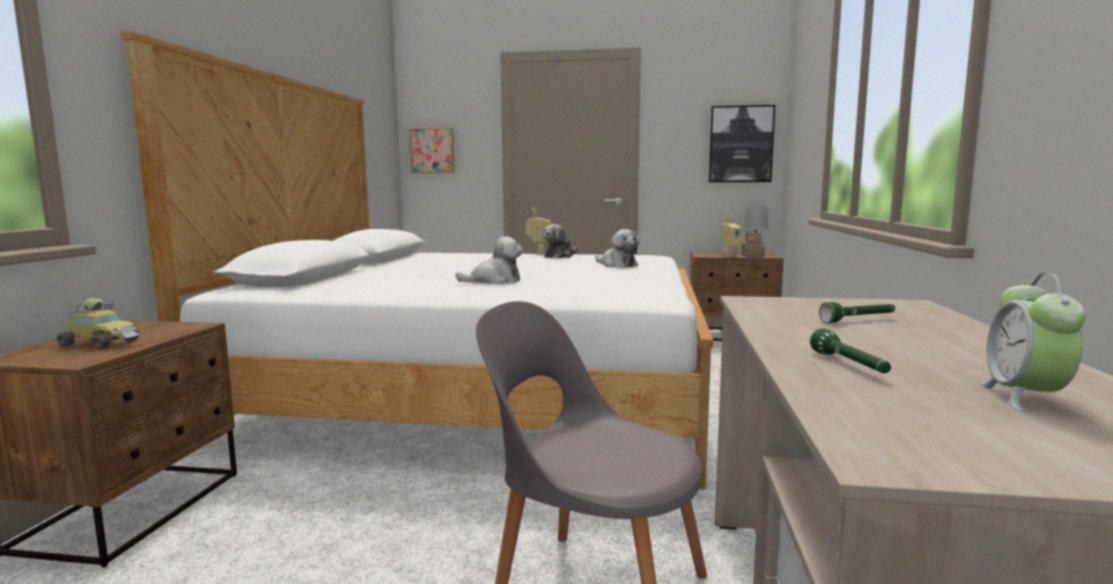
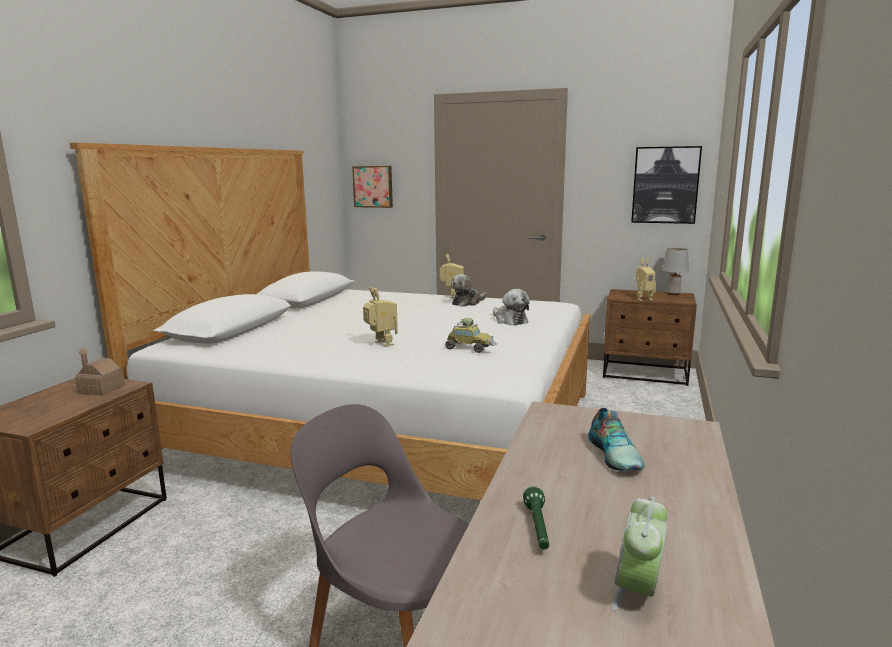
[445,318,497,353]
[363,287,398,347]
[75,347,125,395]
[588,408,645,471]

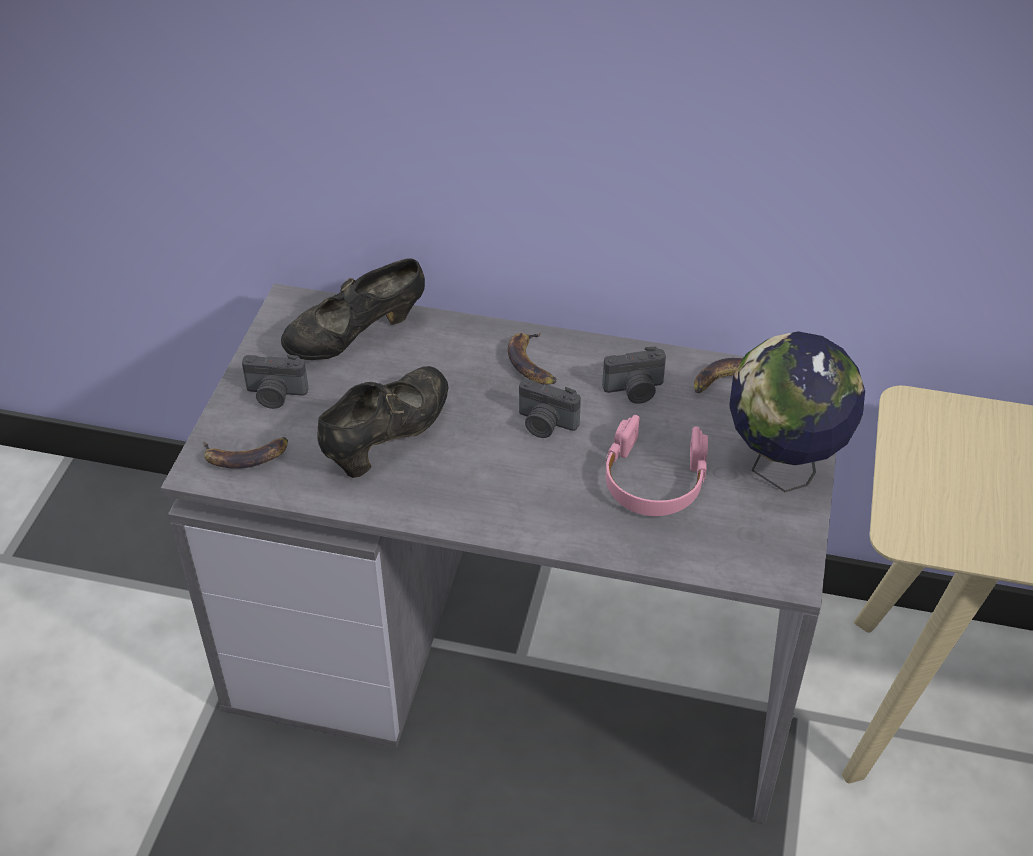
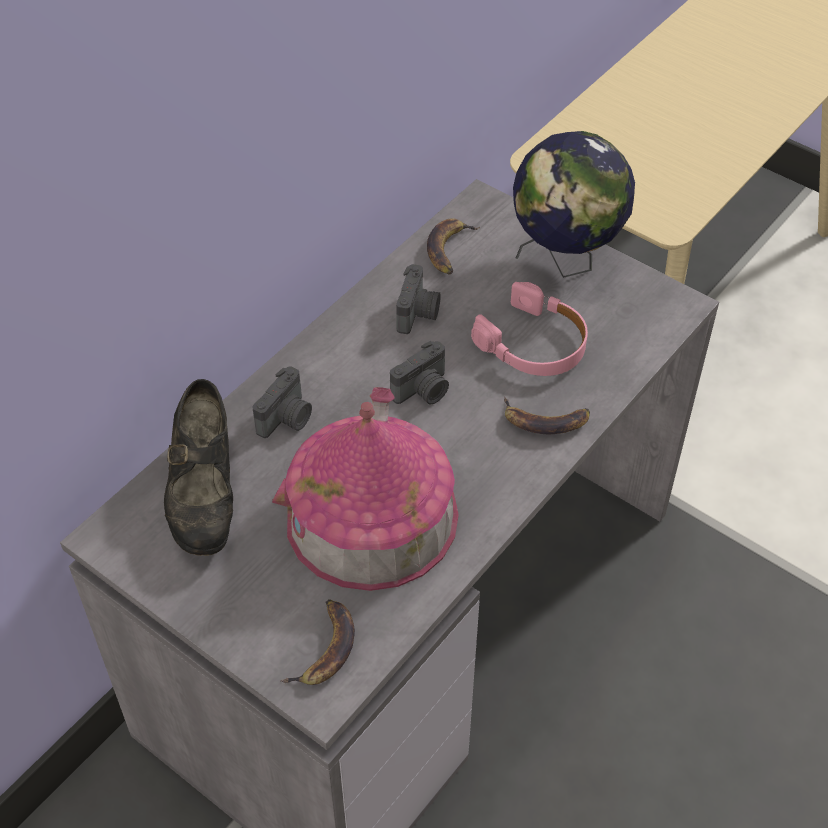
[252,366,312,438]
[272,387,459,591]
[504,397,590,434]

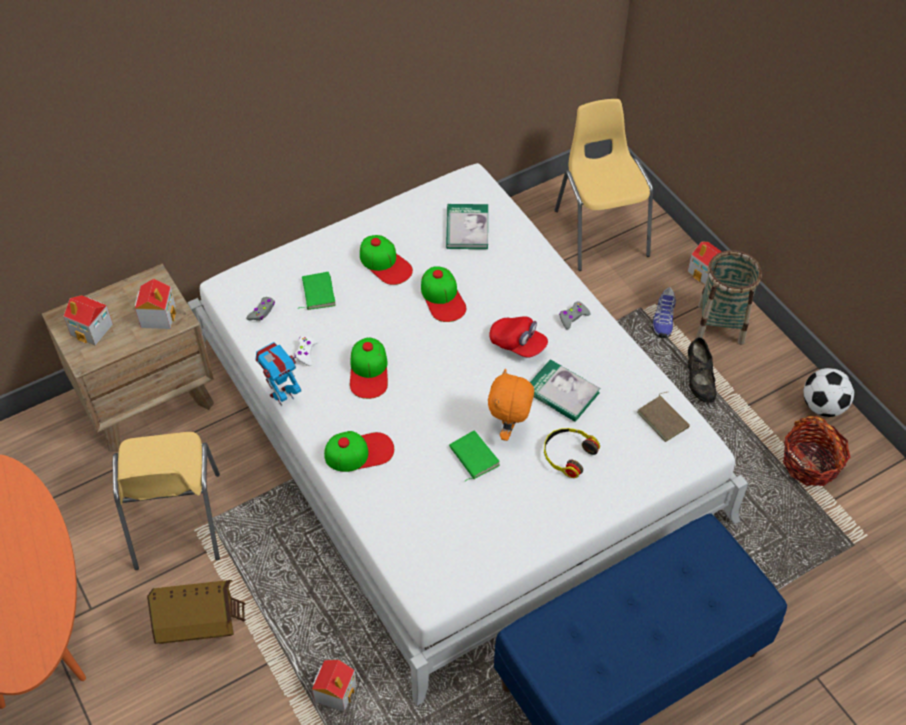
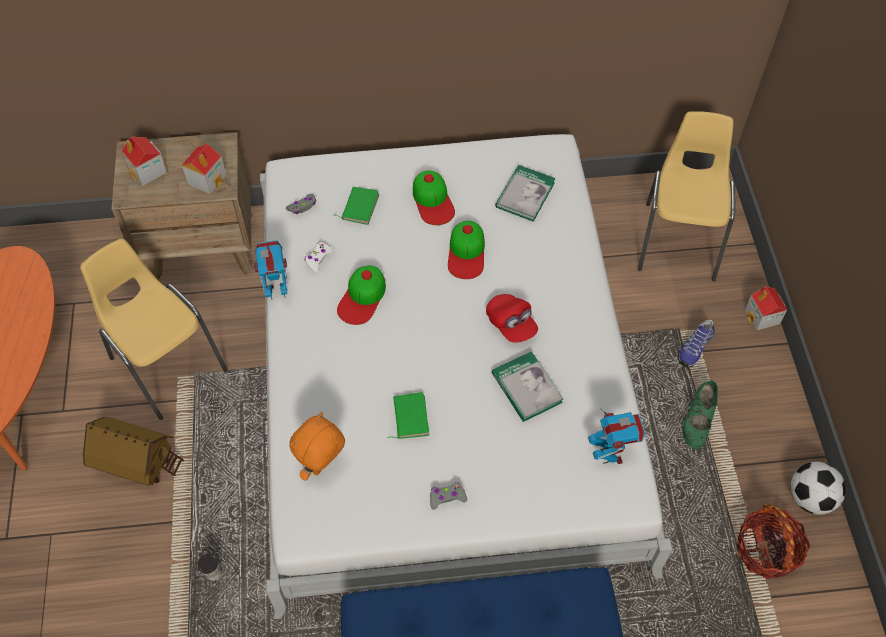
[80,238,228,420]
[198,554,221,581]
[324,431,394,472] (first image)
[289,412,345,481]
[544,428,600,478] (first image)
[430,482,467,510]
[588,409,645,464]
[683,381,718,449]
[696,250,762,345] (first image)

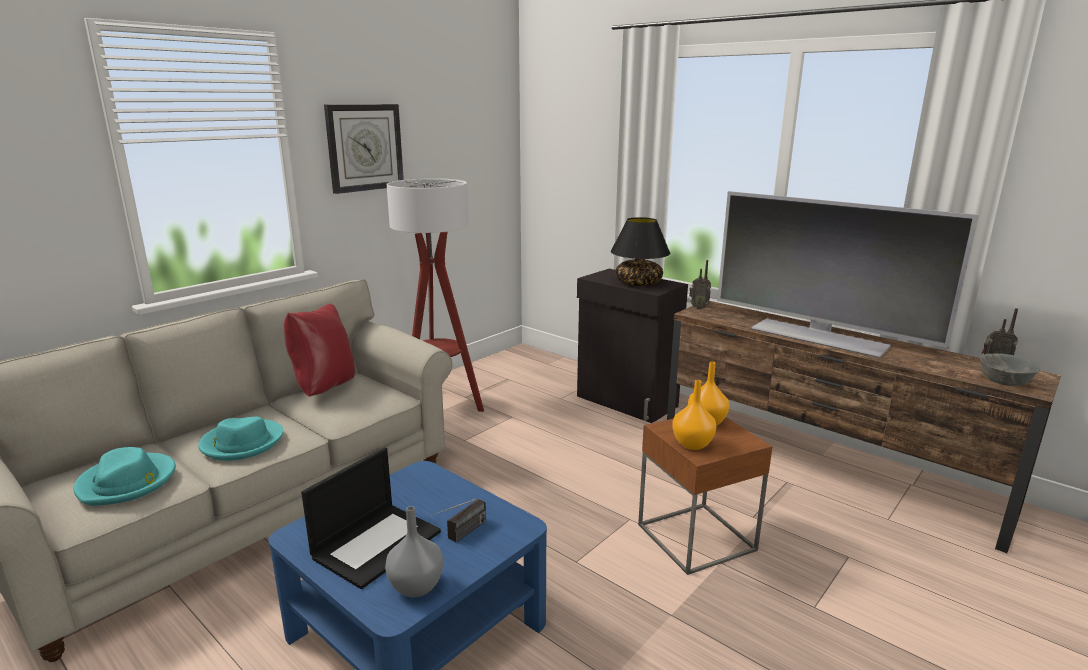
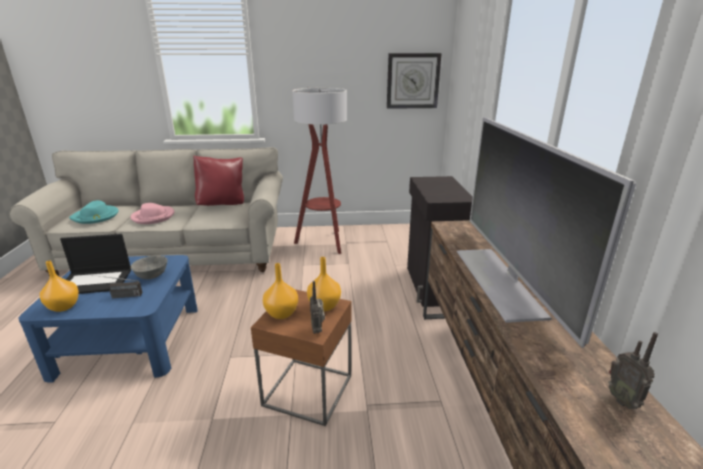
[130,203,175,224]
[387,53,442,109]
[40,261,79,312]
[611,217,670,286] (first image)
[310,281,325,334]
[131,255,168,279]

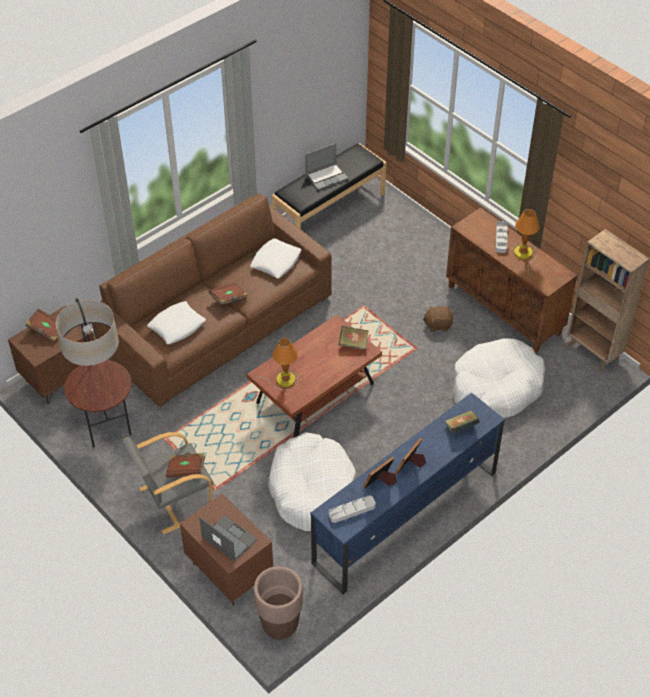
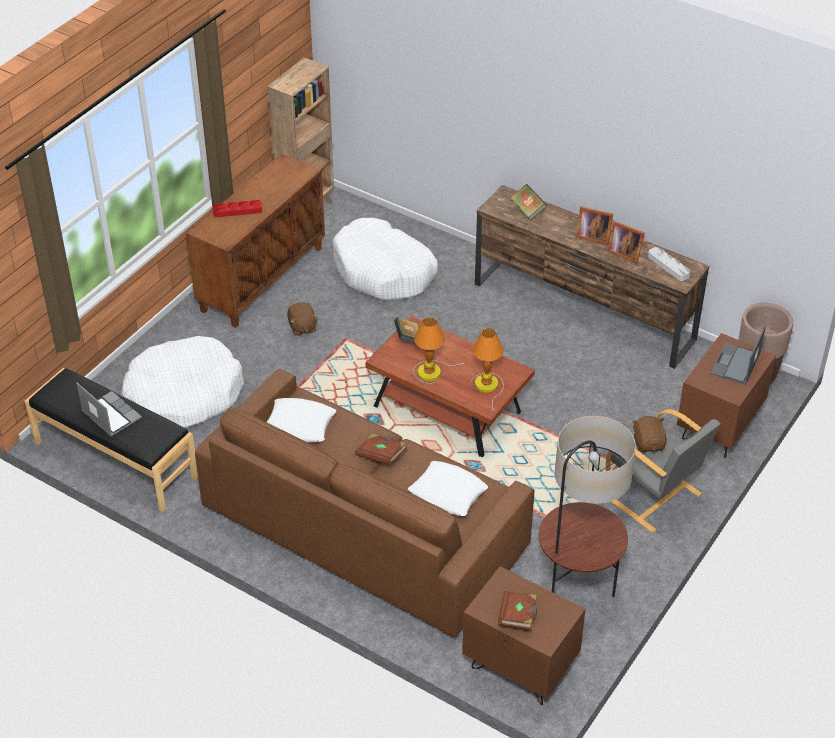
[632,416,667,452]
[121,336,244,428]
[475,185,709,369]
[213,200,262,217]
[413,317,464,384]

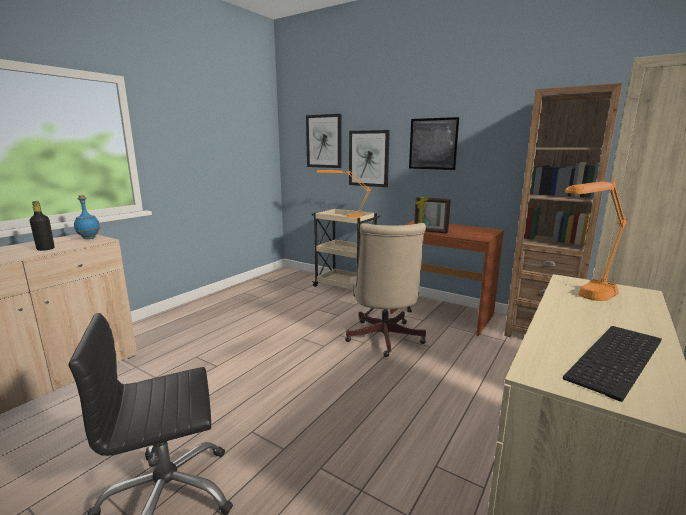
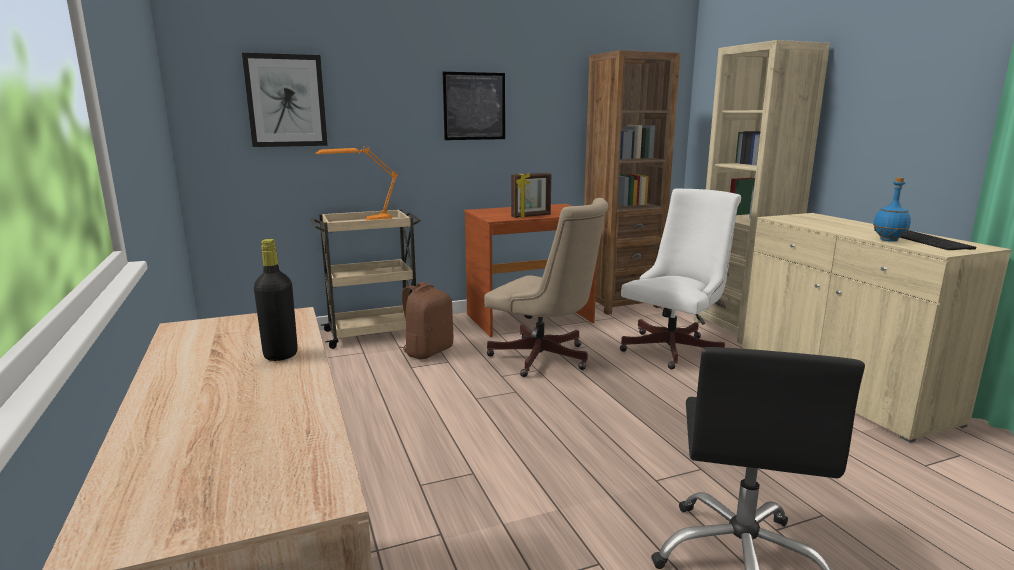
[873,178,911,242]
[349,130,390,187] (first image)
[565,178,627,301] (first image)
[399,282,453,359]
[620,188,741,369]

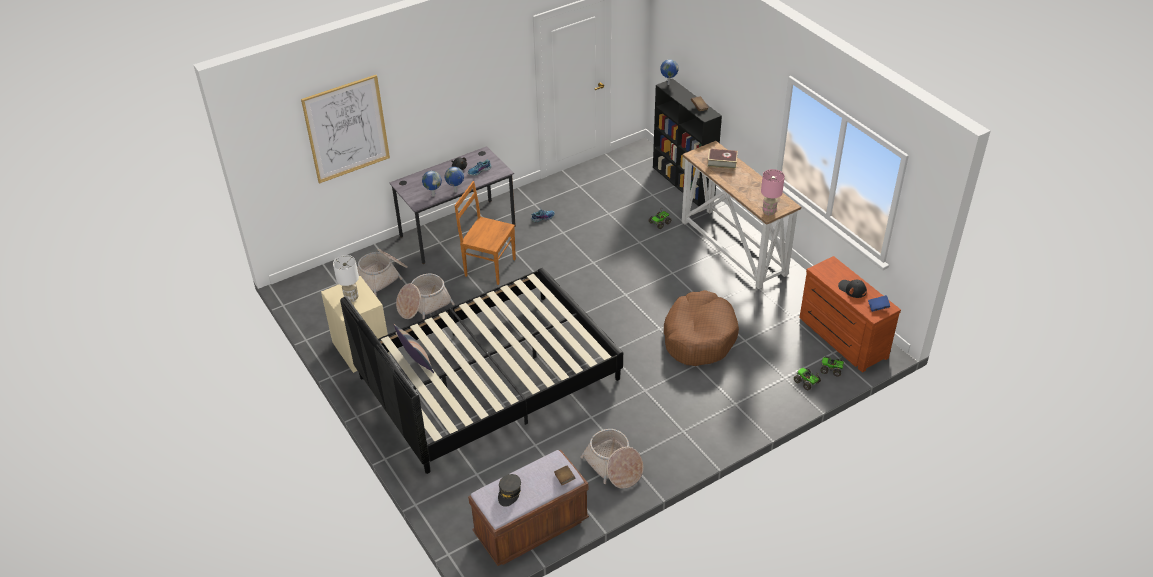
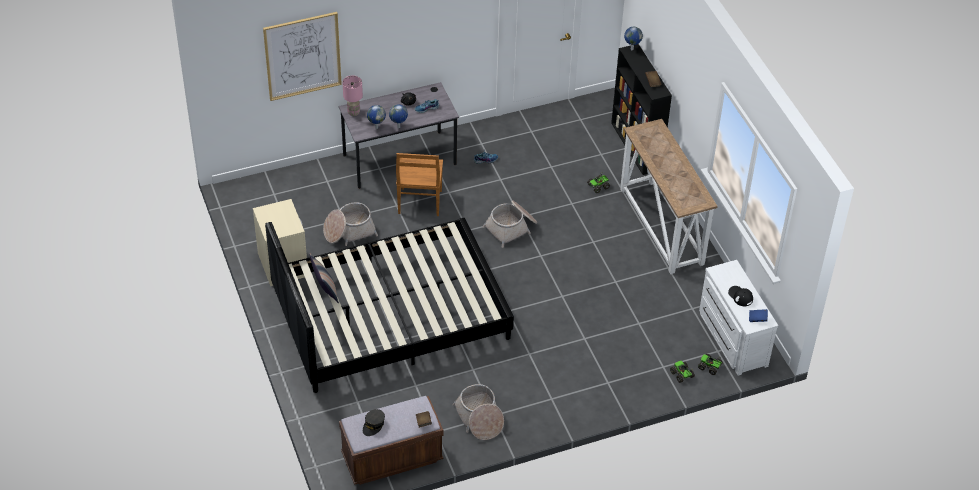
[333,255,359,302] (first image)
[483,200,537,248]
[396,153,443,216]
[664,290,739,366] (first image)
[707,149,738,169] (first image)
[342,75,363,116]
[699,260,778,376]

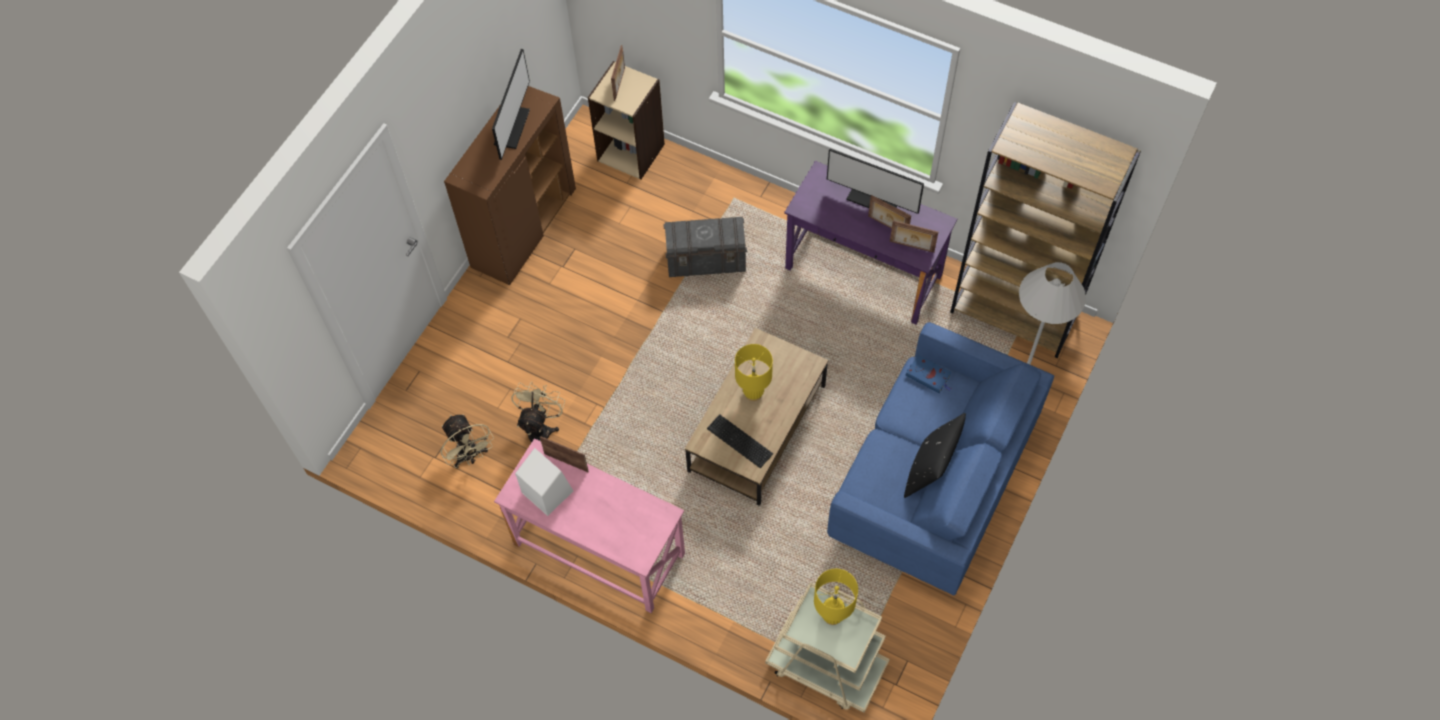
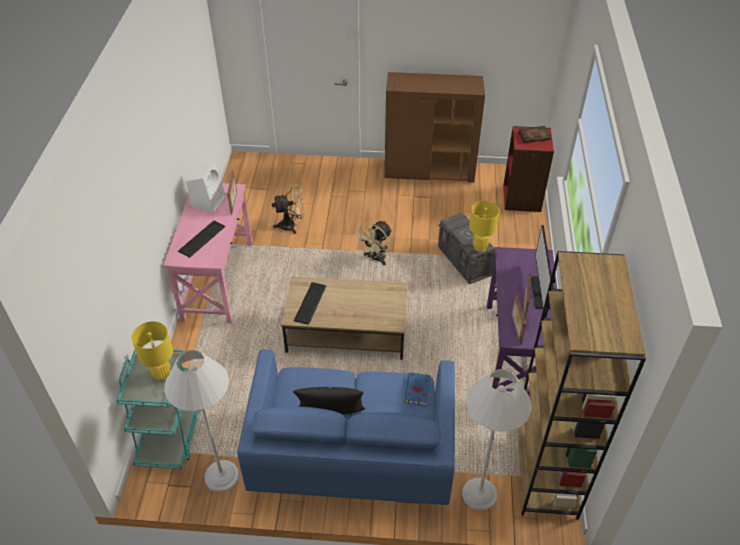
[354,221,392,265]
[492,49,530,160] (first image)
[503,126,554,212]
[518,126,551,143]
[469,201,499,252]
[116,349,202,469]
[164,350,239,492]
[178,221,225,258]

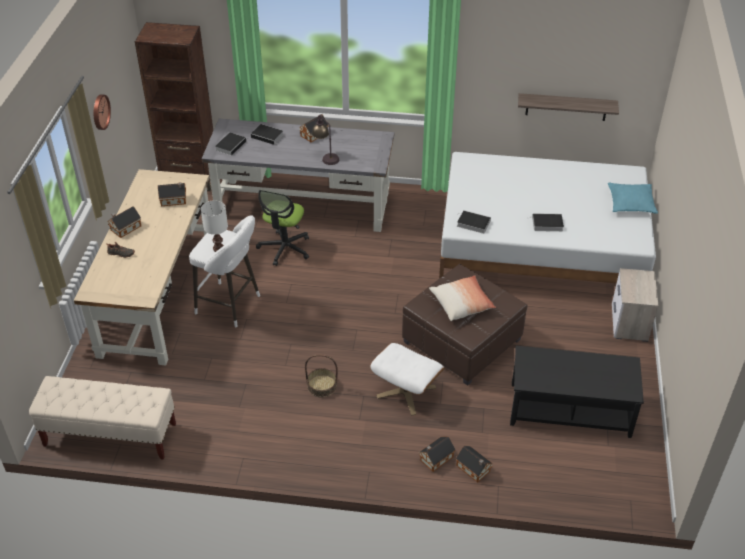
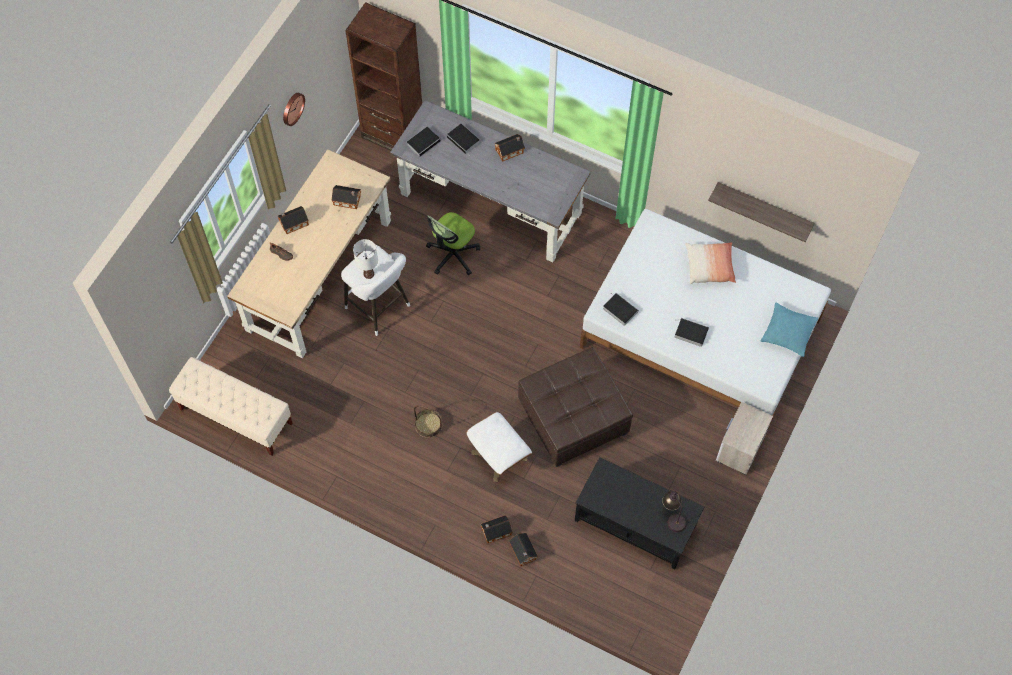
[662,491,687,533]
[685,242,736,284]

